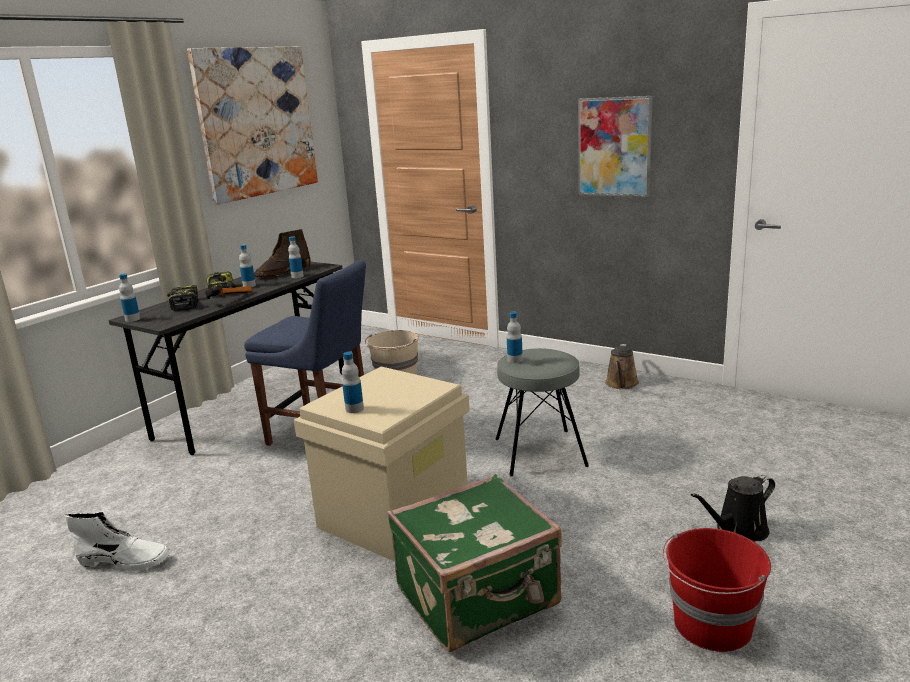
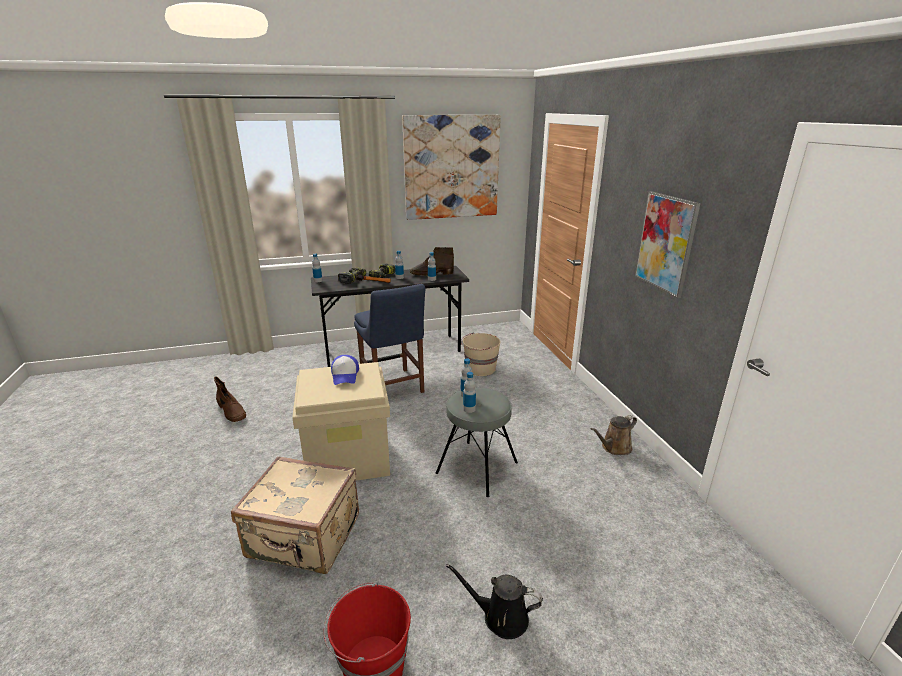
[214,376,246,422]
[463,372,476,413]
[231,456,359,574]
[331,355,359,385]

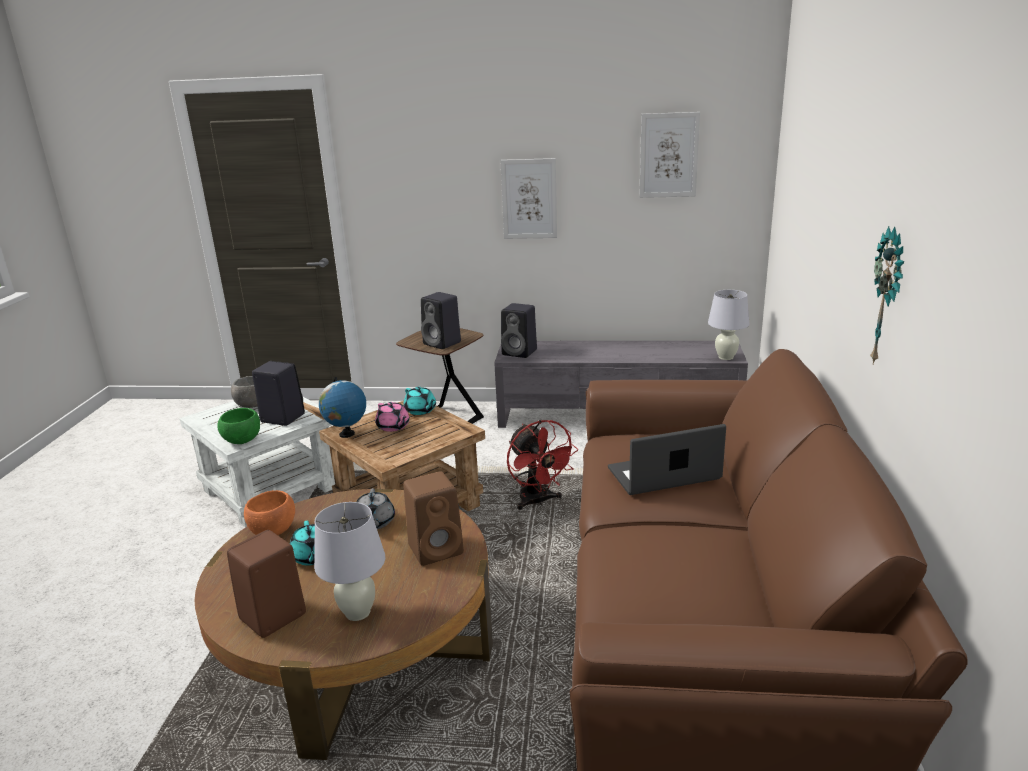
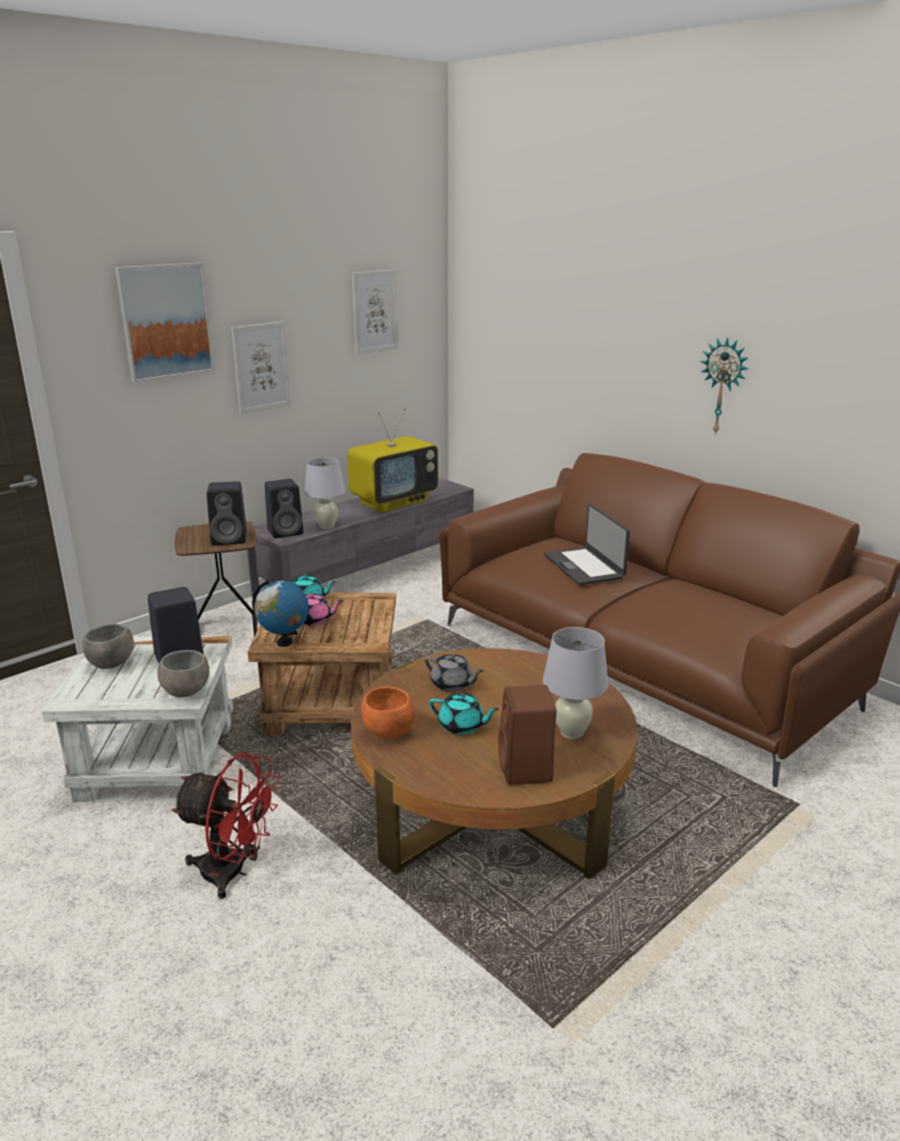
[157,650,209,697]
[403,471,464,566] (first image)
[171,753,279,899]
[544,504,630,585]
[304,457,345,529]
[115,263,214,382]
[347,408,438,512]

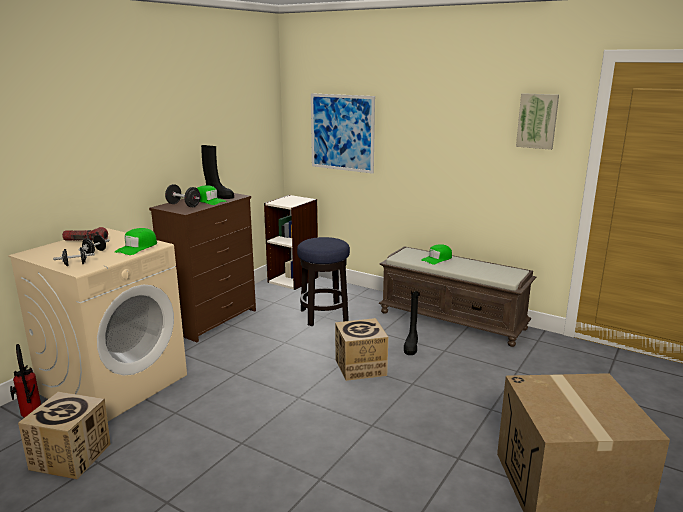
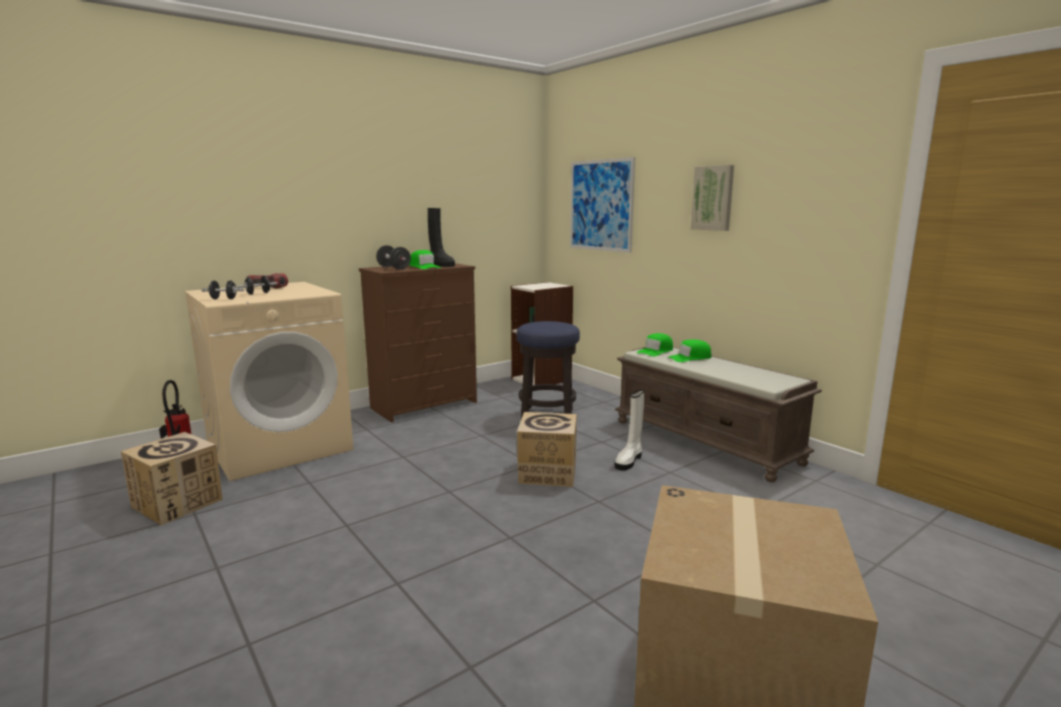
[637,333,673,356]
[615,390,644,471]
[691,165,734,231]

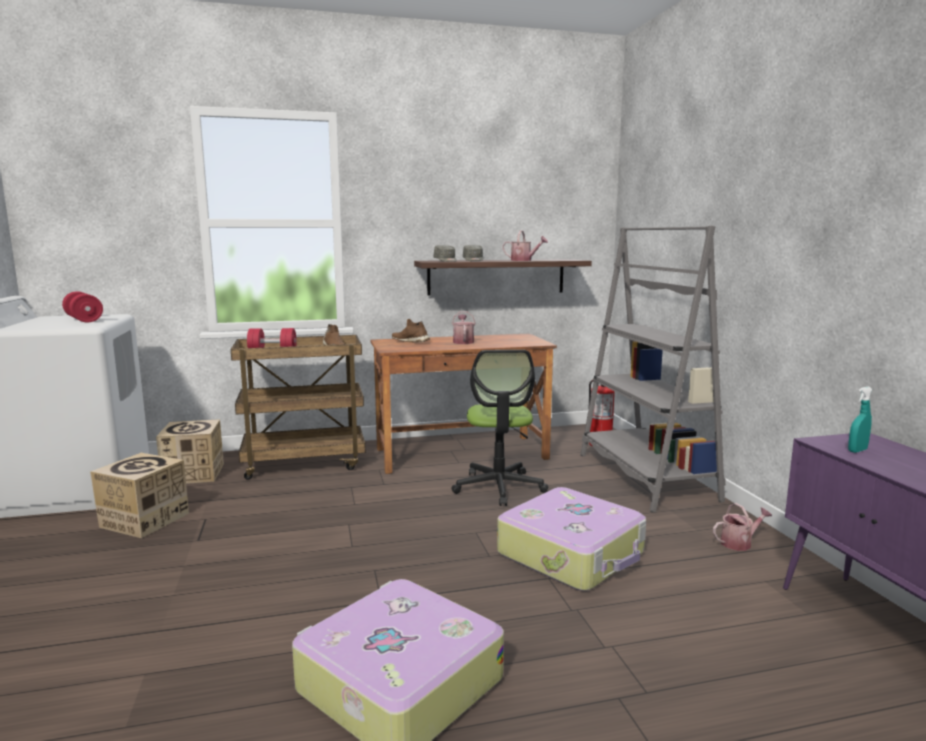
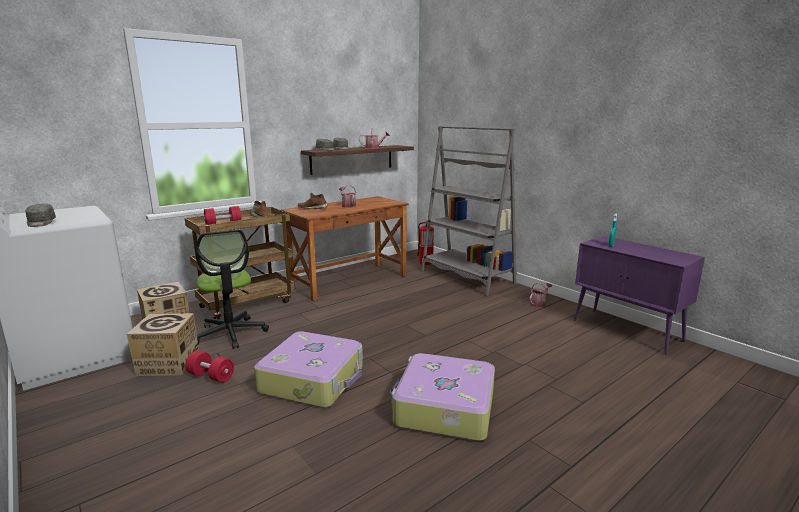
[185,350,234,383]
[196,229,269,349]
[254,331,363,408]
[26,204,56,227]

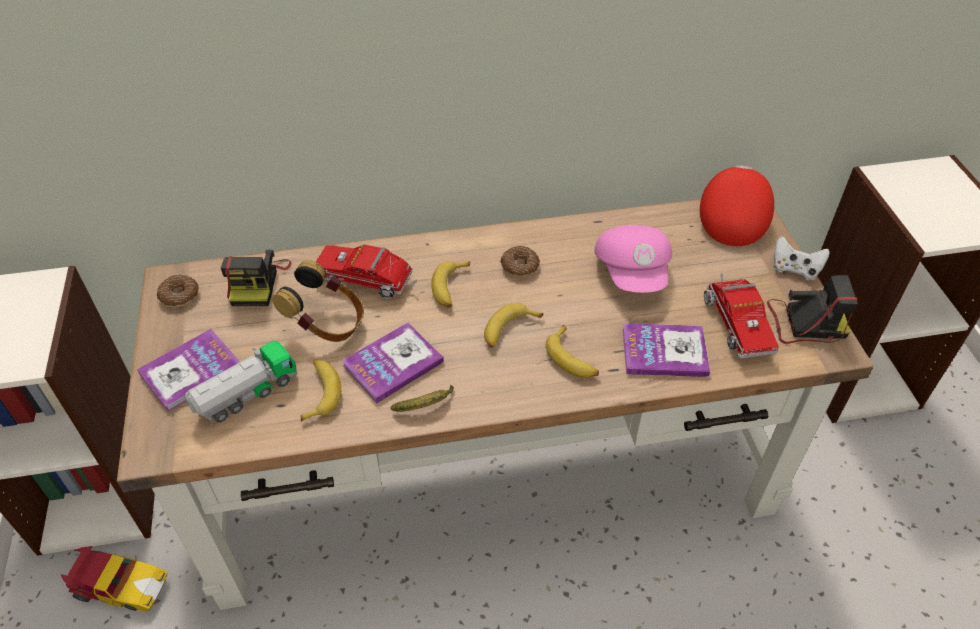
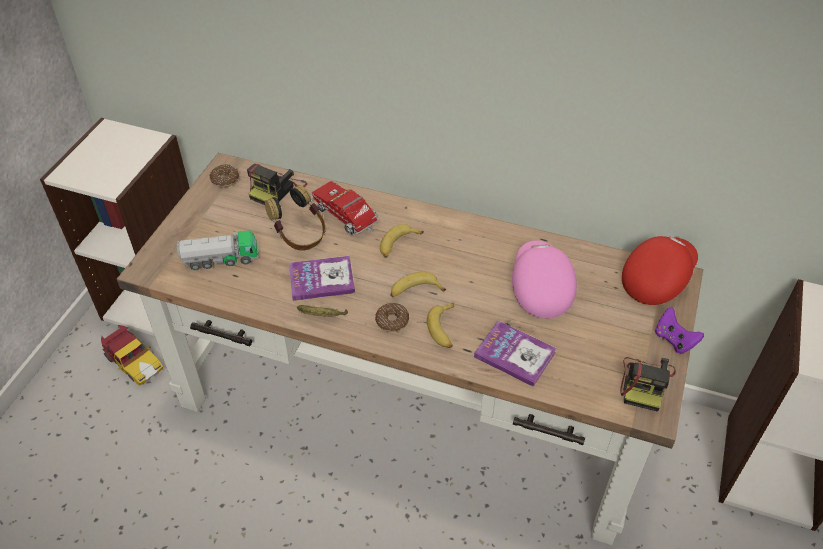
[137,329,240,412] (first image)
[301,359,341,422] (first image)
[375,303,409,332]
[512,241,577,319]
[704,273,779,358] (first image)
[620,357,676,412]
[655,307,704,354]

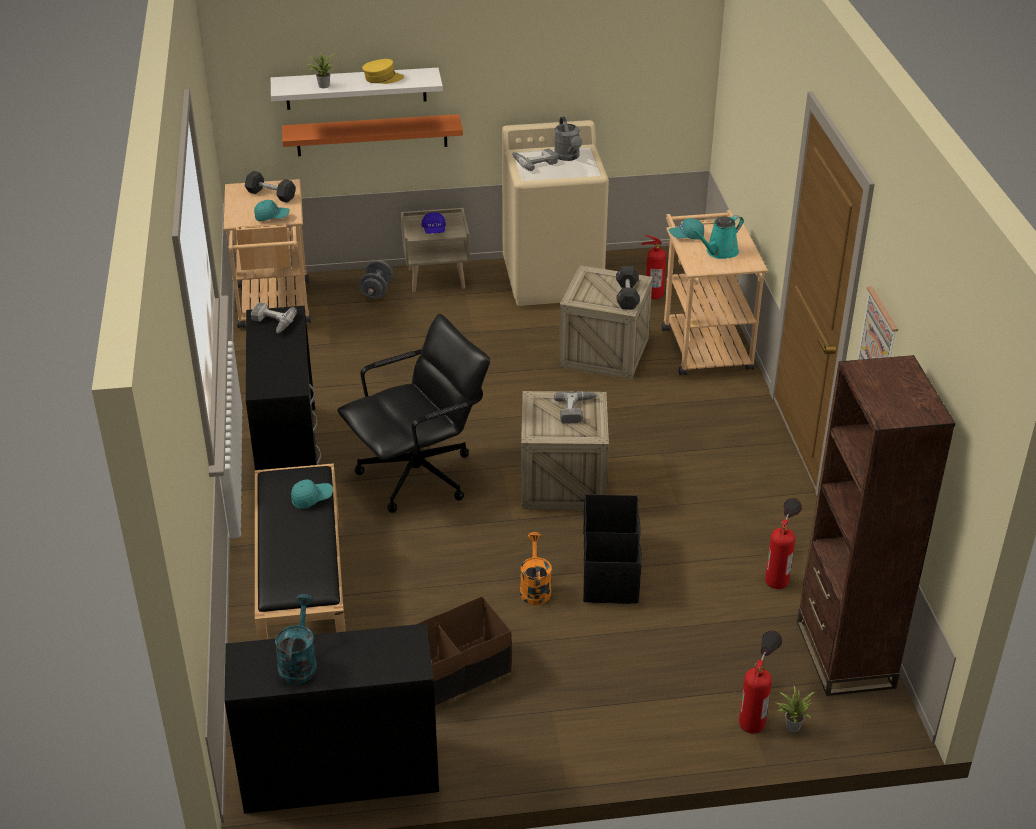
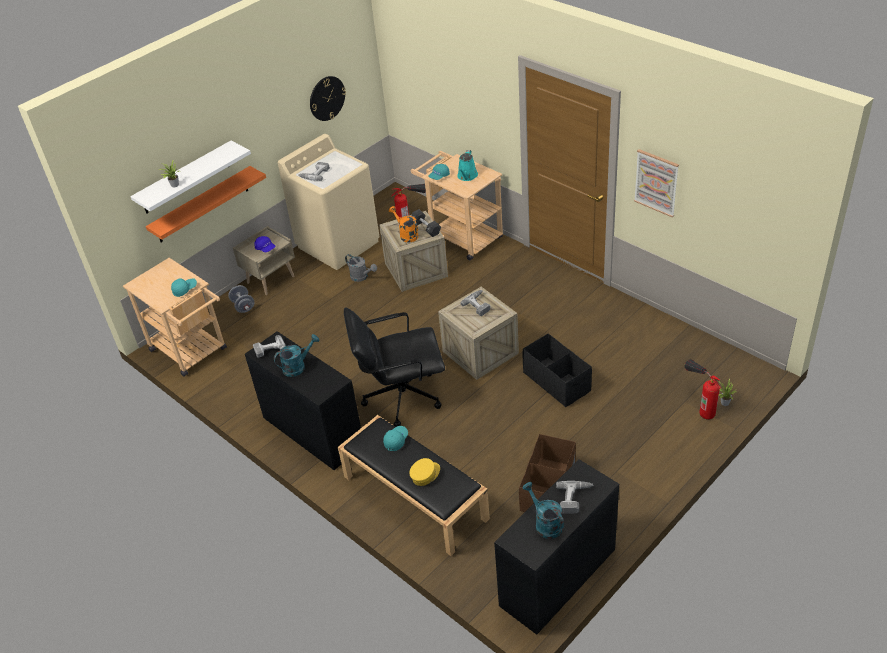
[245,171,296,203] (first image)
[344,307,445,427]
[409,458,440,486]
[389,206,418,242]
[345,254,377,282]
[765,498,802,589] (first image)
[797,355,955,696] (first image)
[274,334,320,377]
[310,76,346,121]
[556,481,593,514]

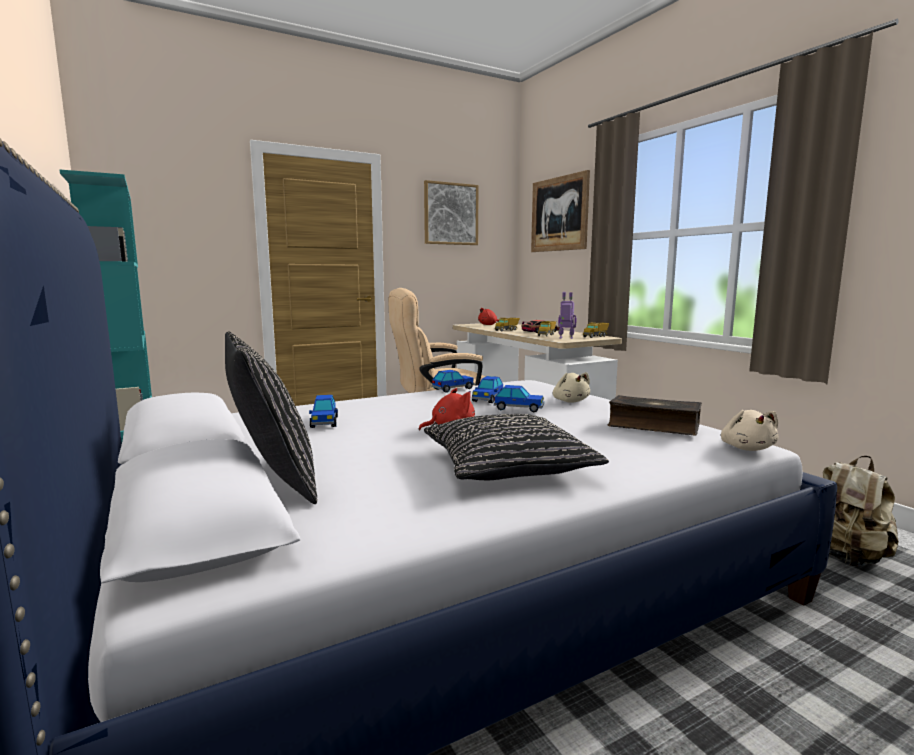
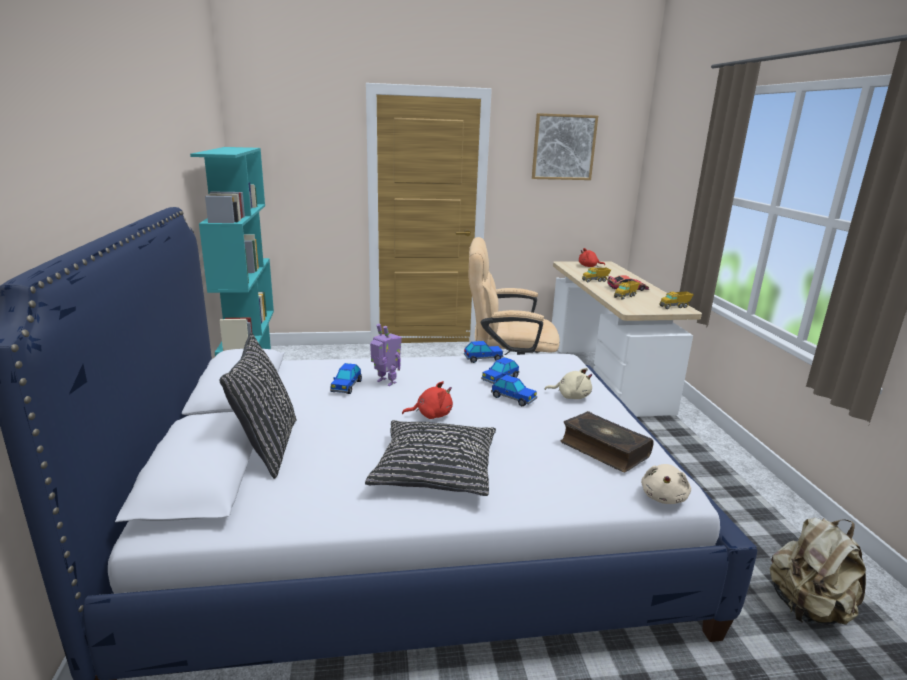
[531,170,590,252] (first image)
[545,368,593,399]
[370,324,402,386]

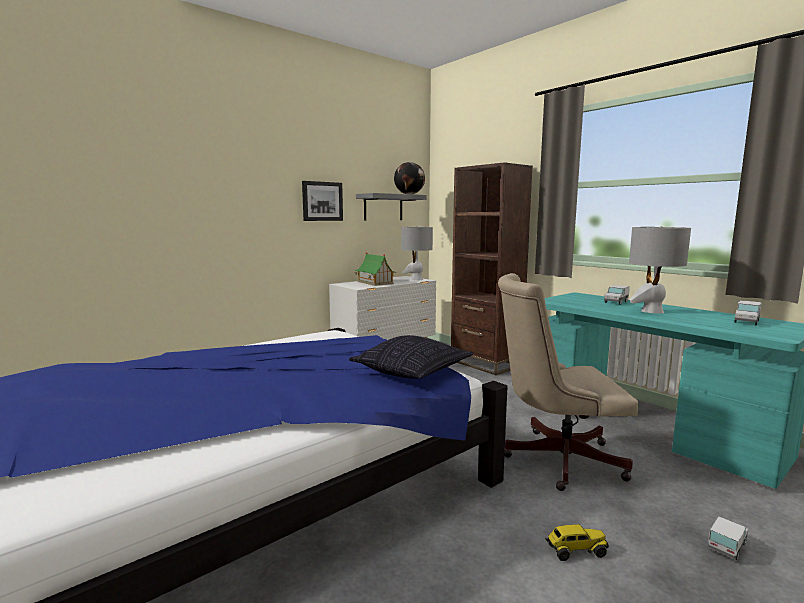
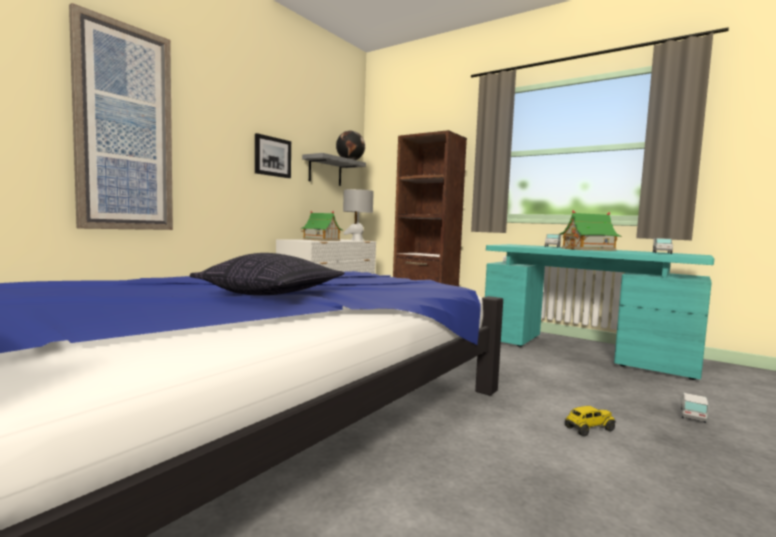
[189,253,345,295]
[498,273,638,491] (first image)
[560,210,622,251]
[69,3,173,230]

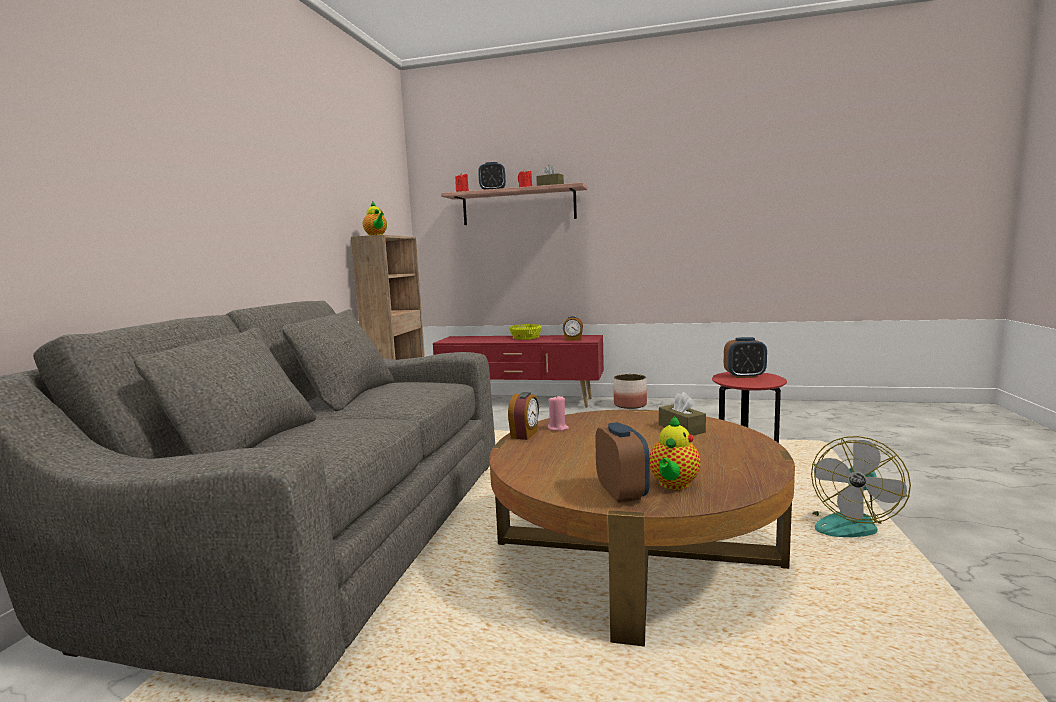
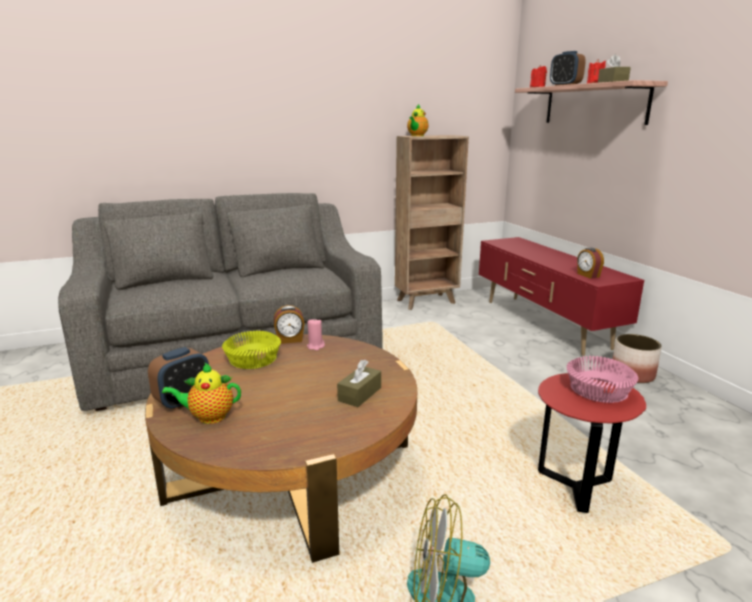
[222,331,281,369]
[566,356,638,403]

